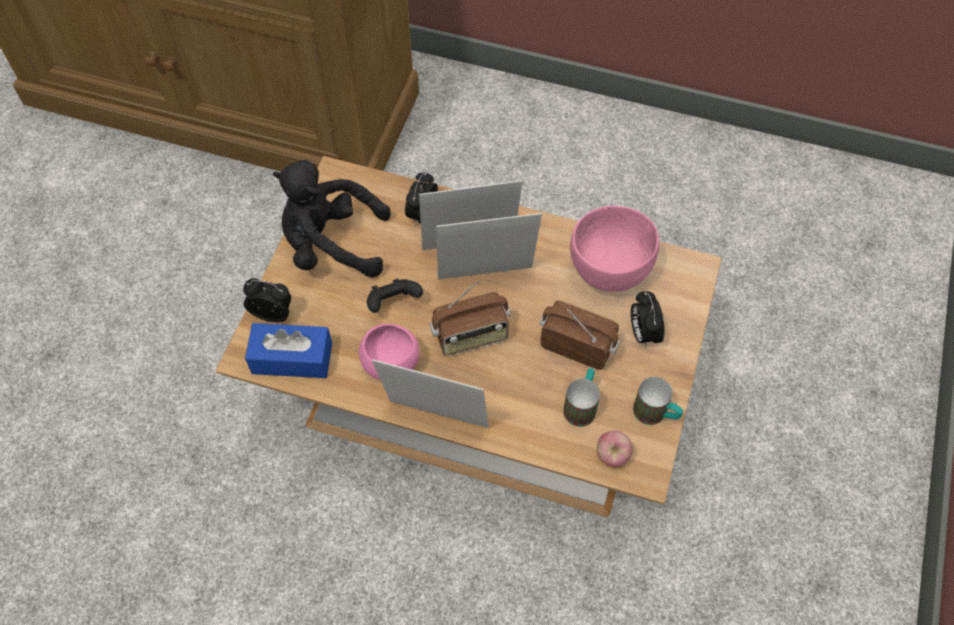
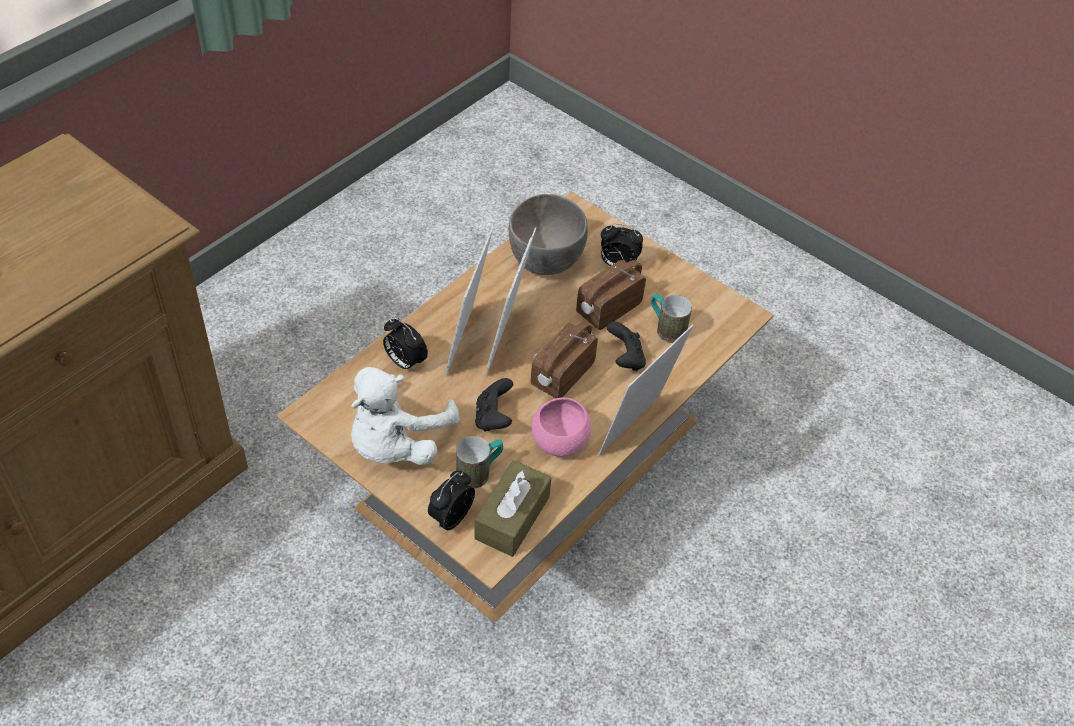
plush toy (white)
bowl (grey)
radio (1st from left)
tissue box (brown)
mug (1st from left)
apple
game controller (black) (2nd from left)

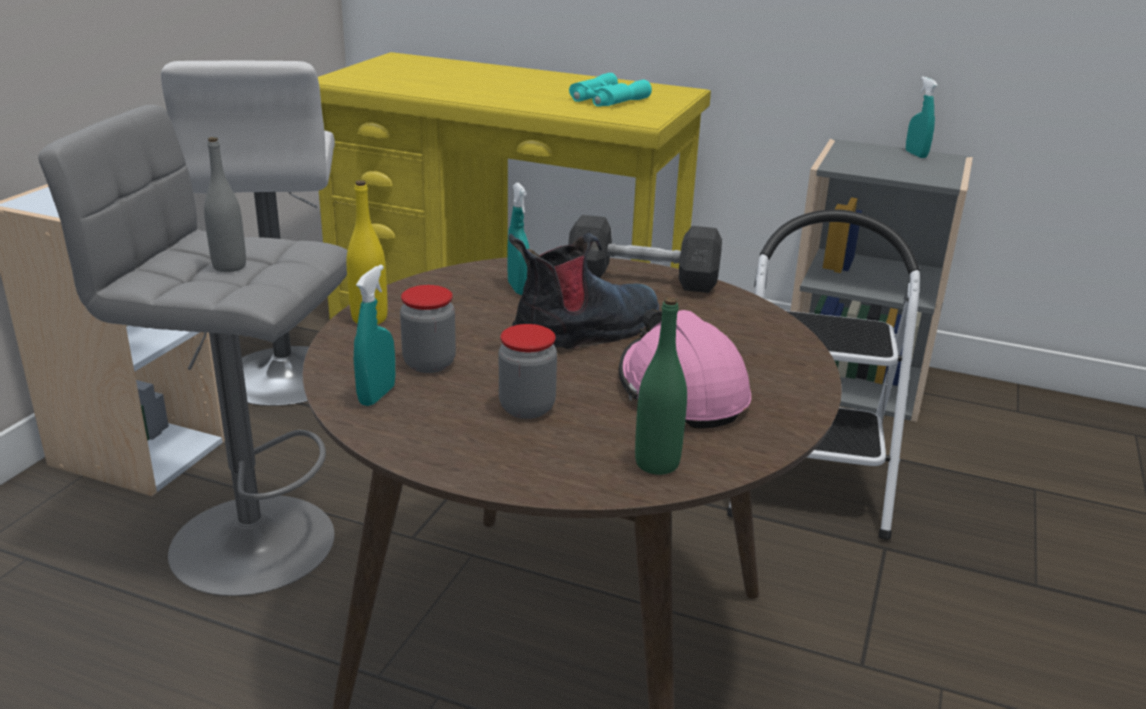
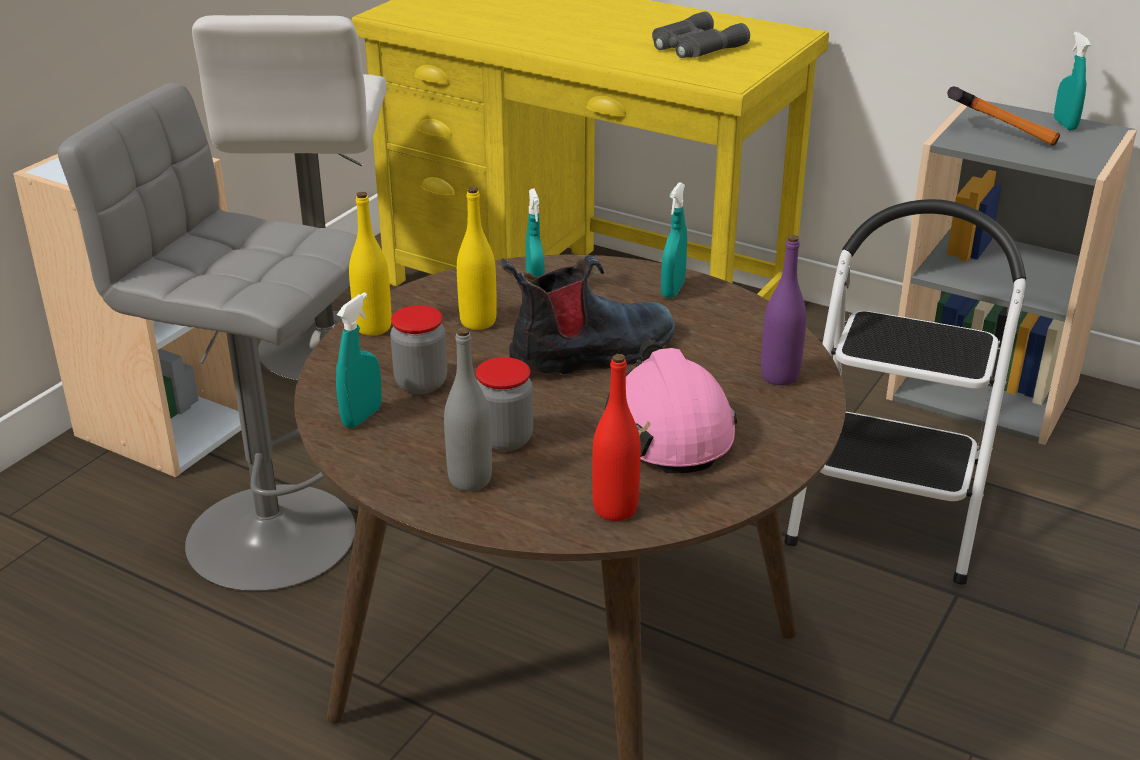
binoculars (grey)
bottle (grey)
spray bottle (turquoise) (3rd from left)
bottle (red)
hammer
bottle (yellow) (2nd from left)
bottle (purple)

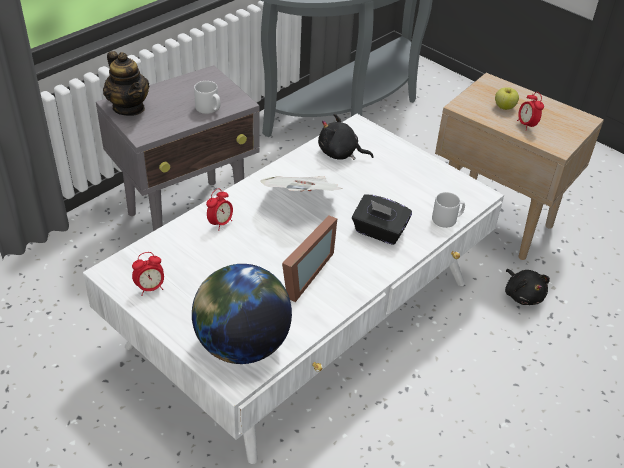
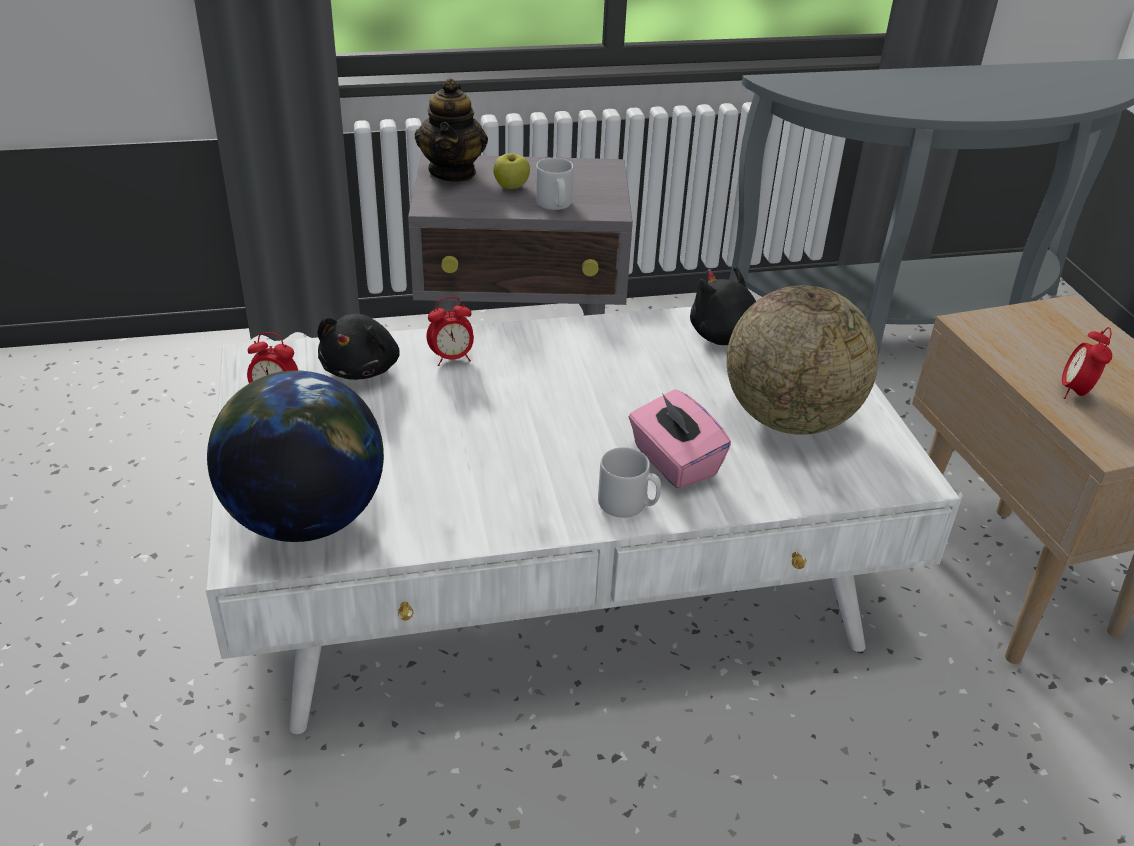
apple
newspaper
mug (grey) (2nd from left)
tissue box (pink)
picture frame
plush toy (black) (1st from left)
globe (2nd from left)

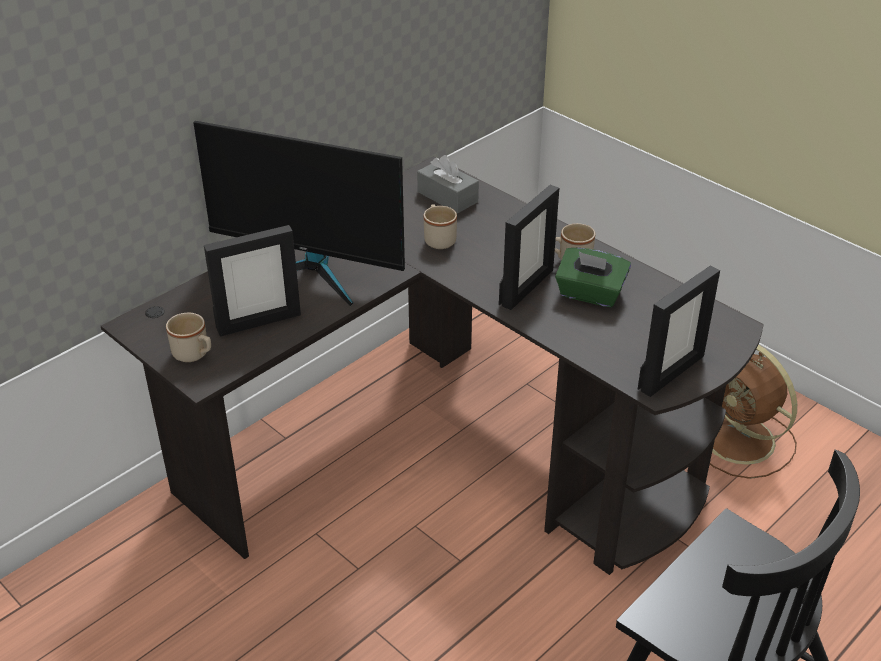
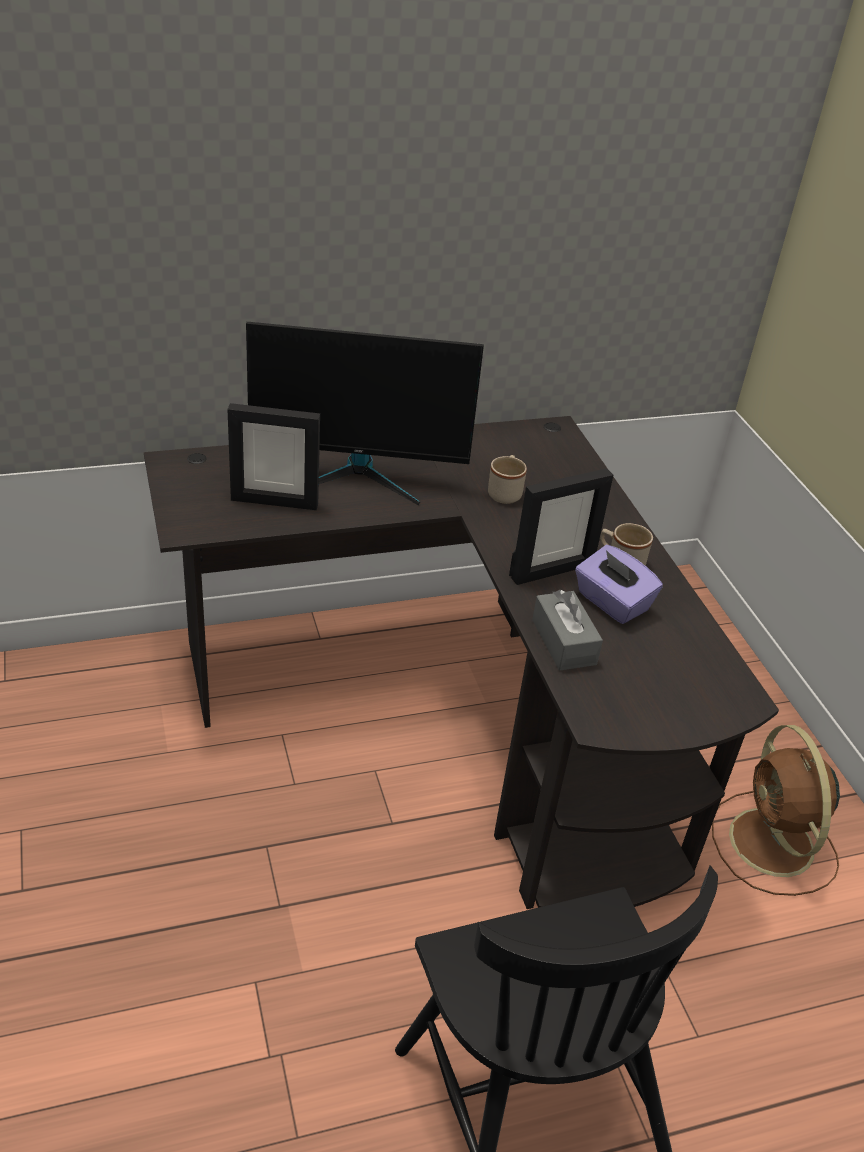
monitor
tissue box (grey)
tissue box (purple)
picture frame (3rd from left in the first image)
mug (beige) (1st from left in the first image)

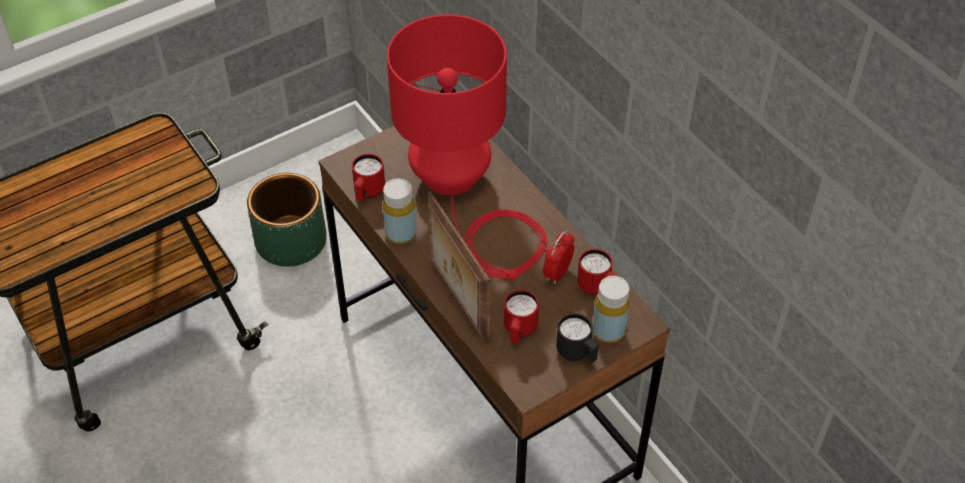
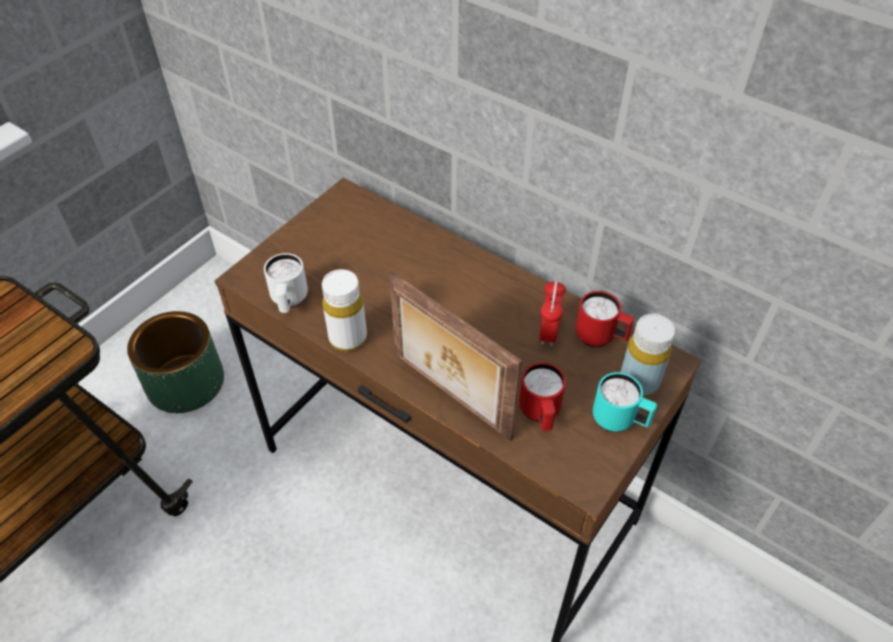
table lamp (red)
mug (white)
bottle (white)
mug (turquoise)

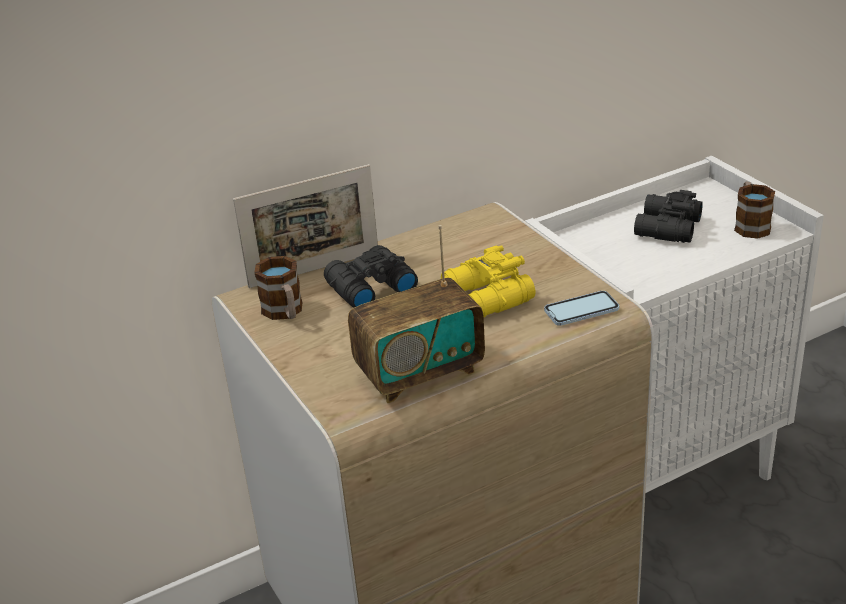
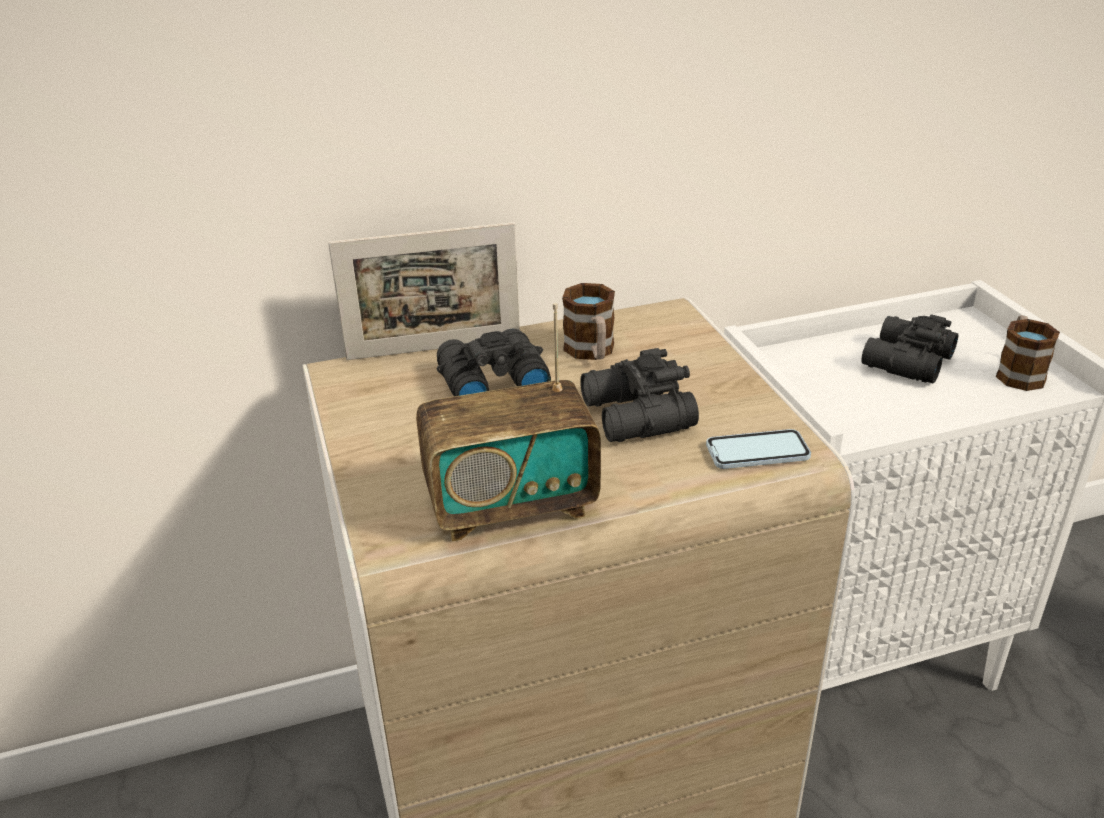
binoculars (black) (2nd from left)
mug (1st from left)

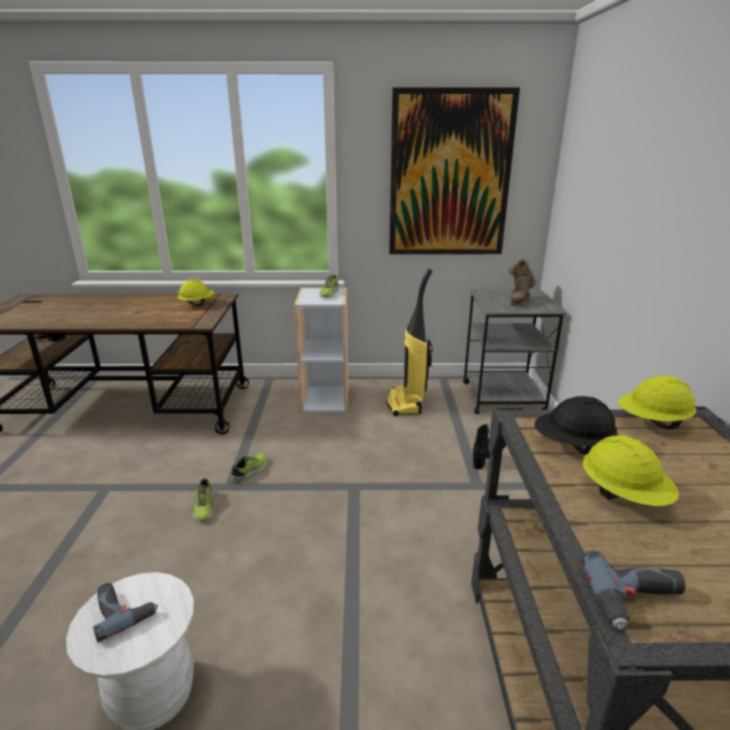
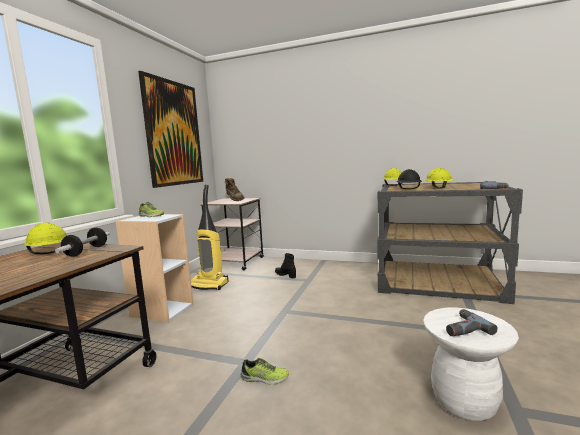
cart (brown)
shoe (2nd from left in the first image)
dumbbell

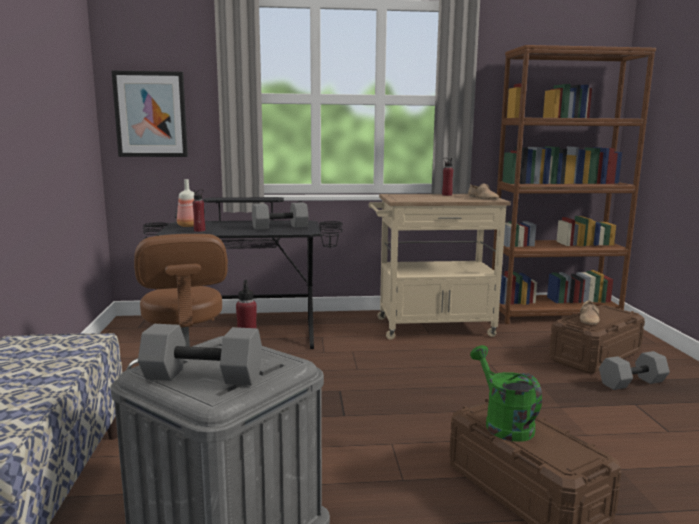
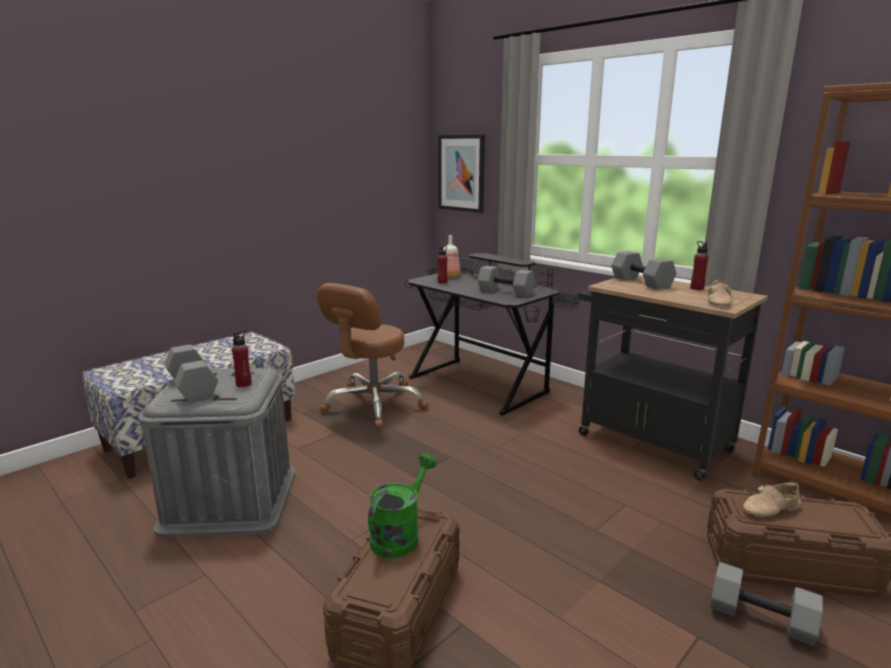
cart (black)
dumbbell (grey) (3rd from left)

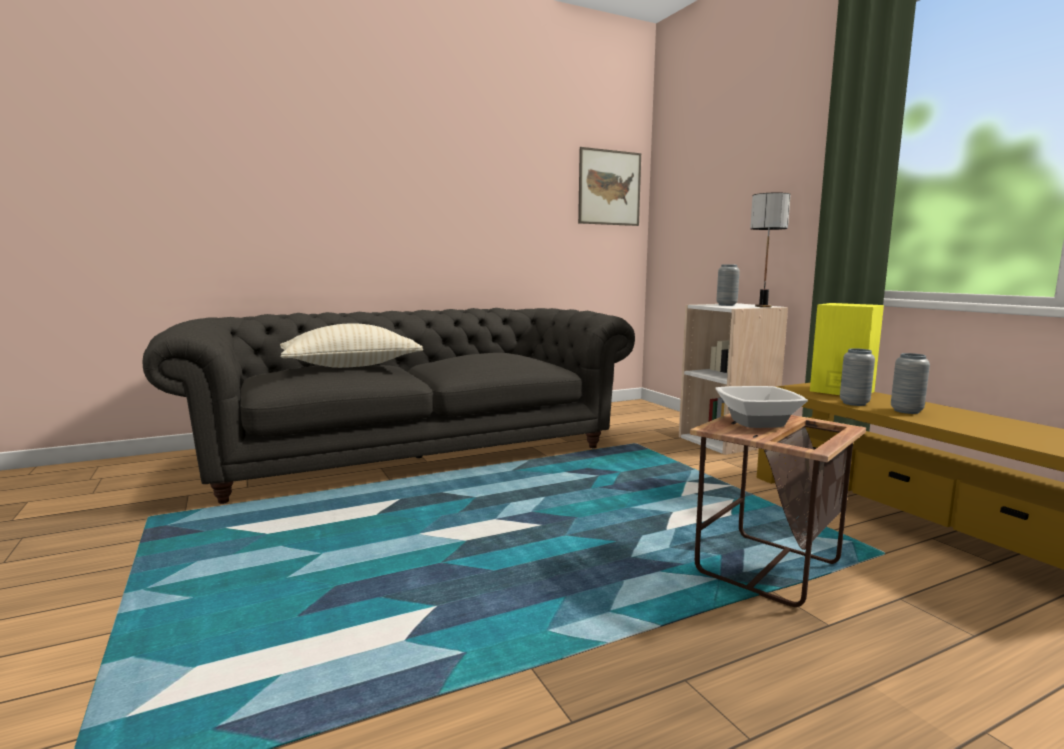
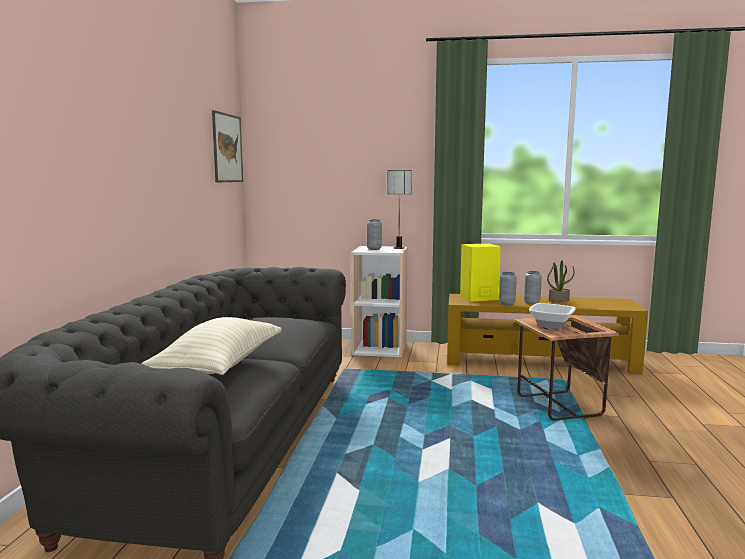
potted plant

